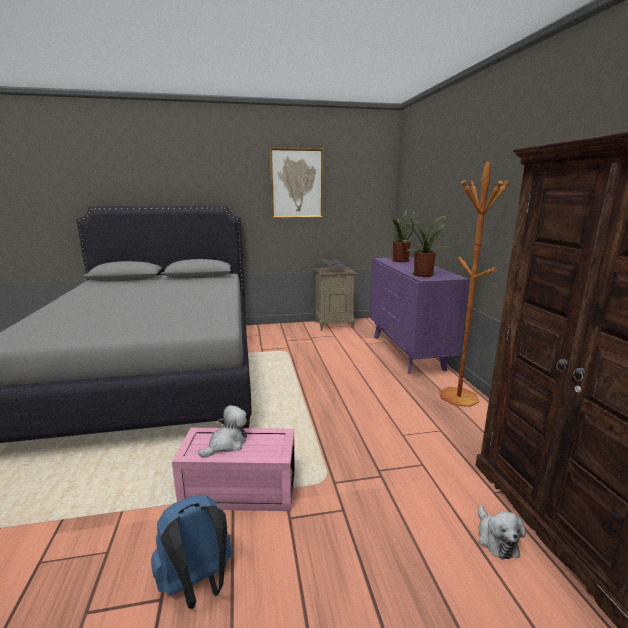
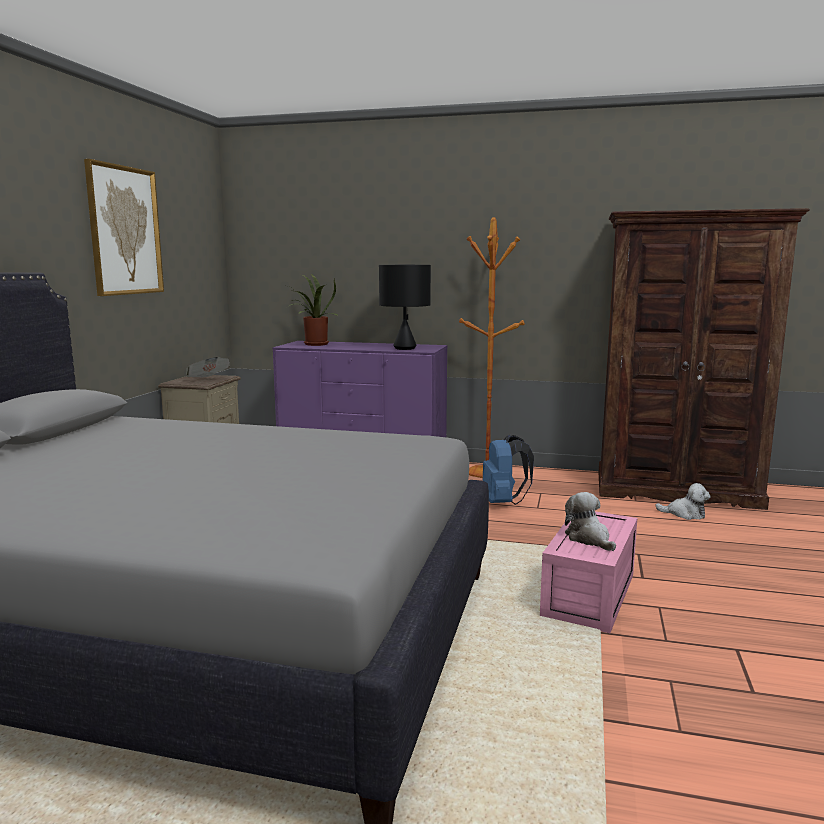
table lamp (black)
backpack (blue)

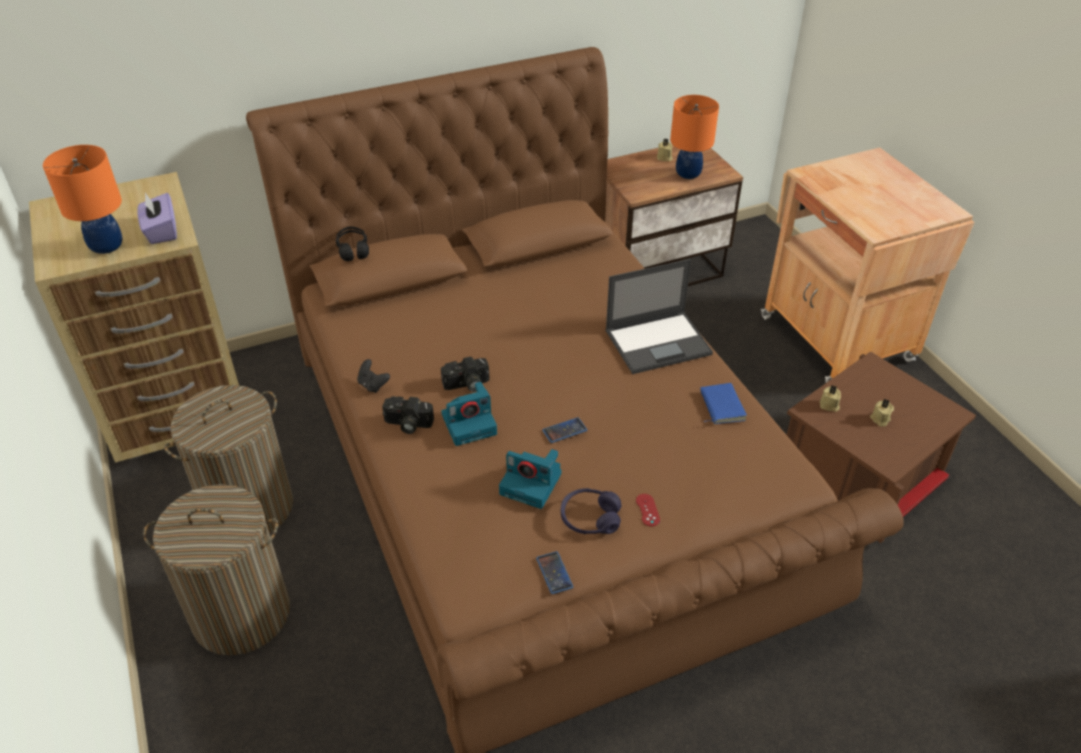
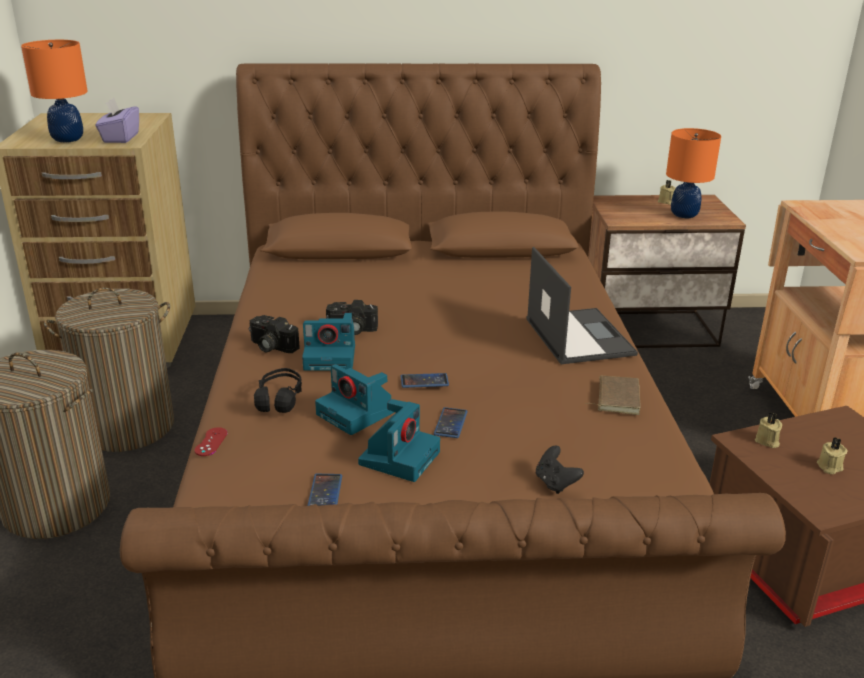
headphones (black)
laptop
game controller (black)
book (brown)
photo camera (5th from left)
game controller (red)
phone (3rd from left)

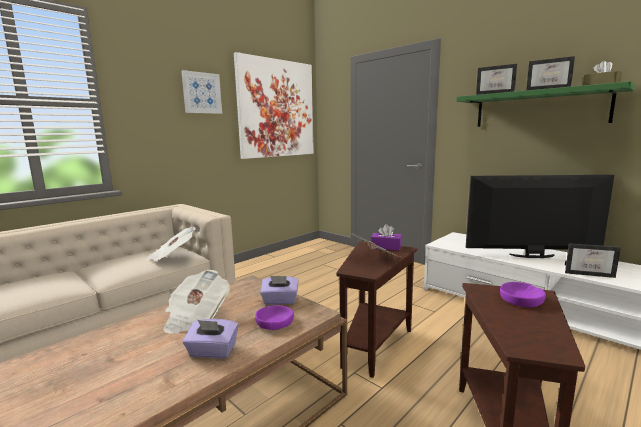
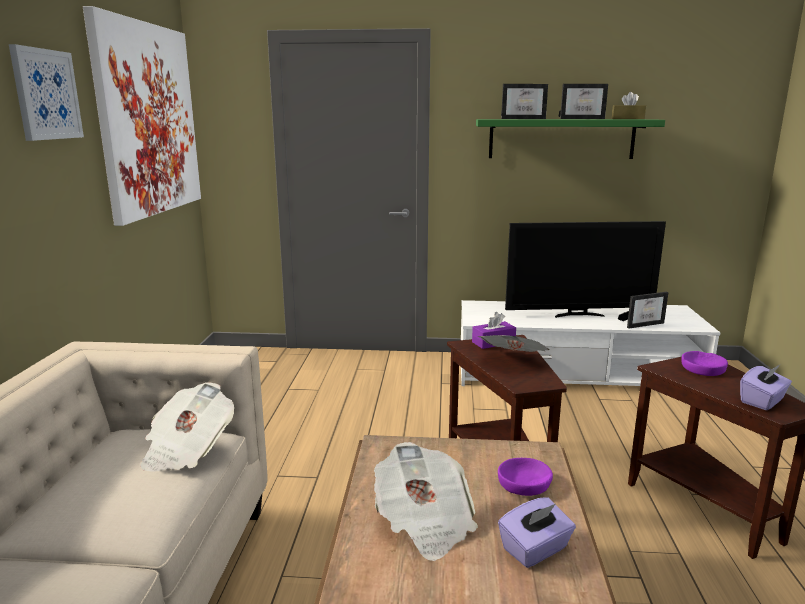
television
tissue box (purple) (3rd from left)

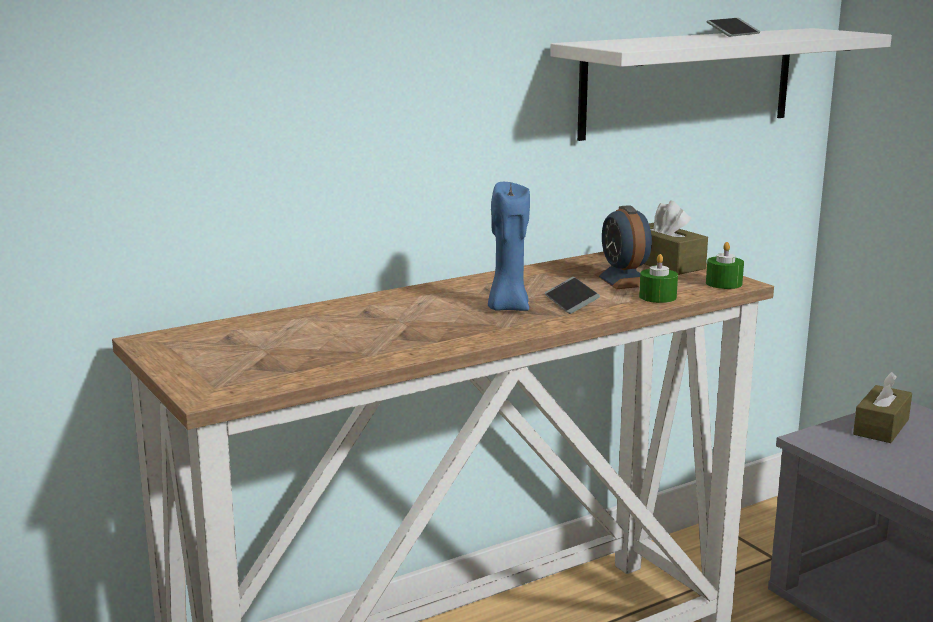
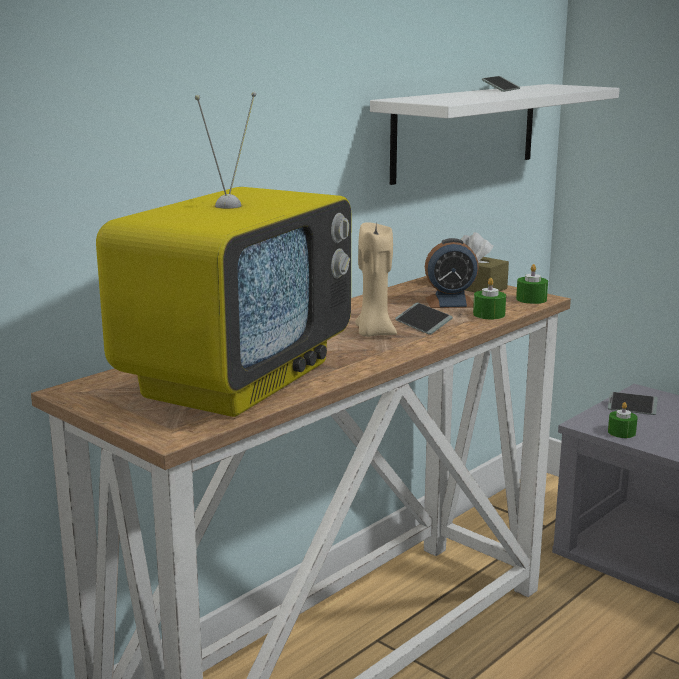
candle (beige)
alarm clock
phone (3rd from left)
television
candle (green) (3rd from left)

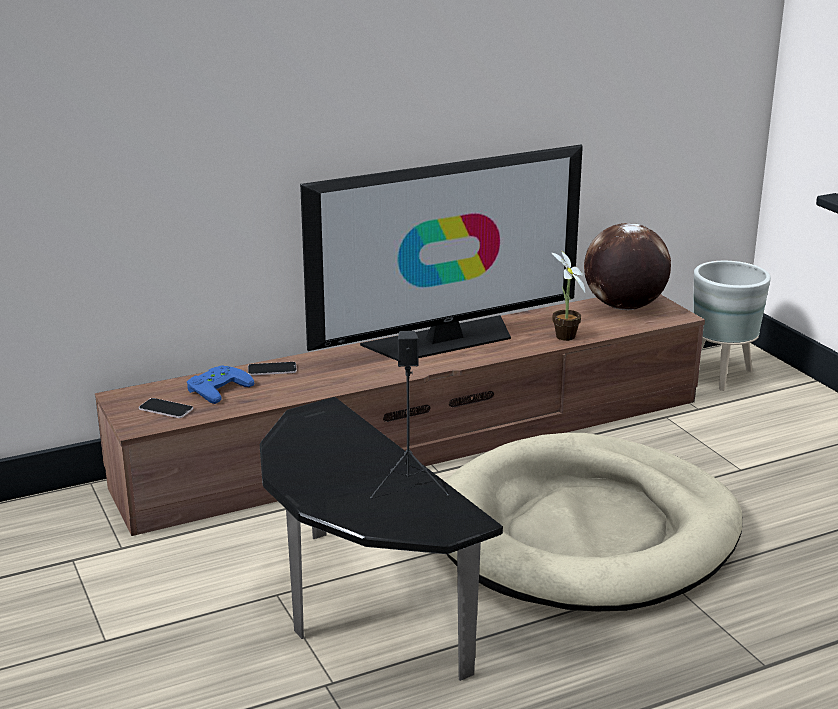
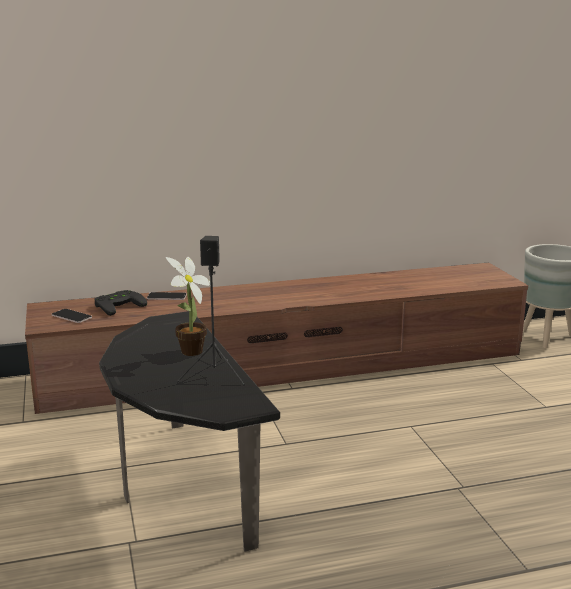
television
globe
potted plant
game controller (black)
dog bed (beige)

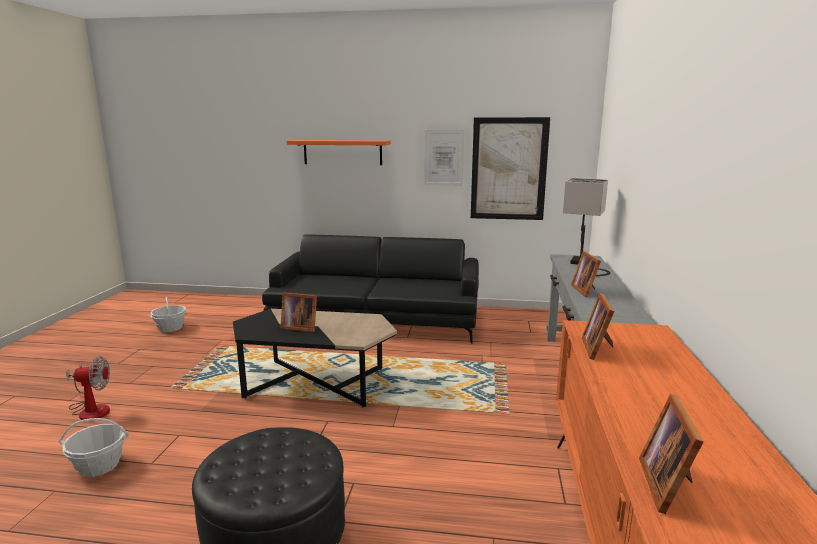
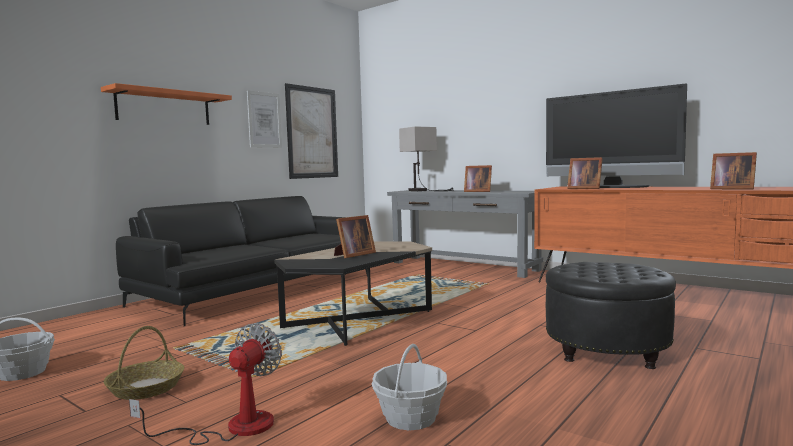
television
basket (2nd from left)

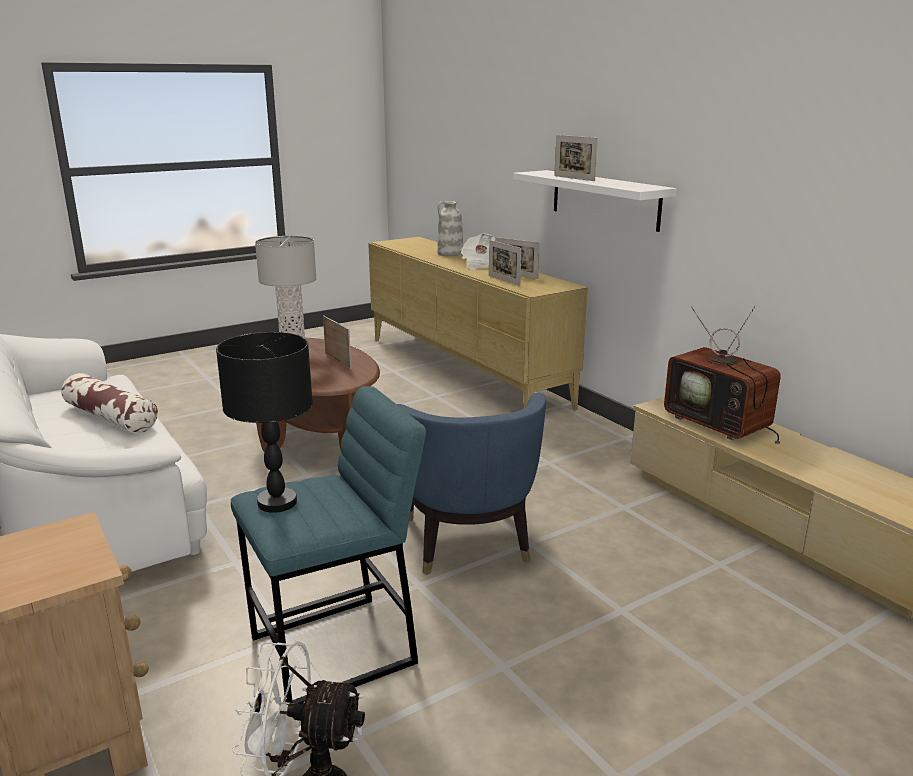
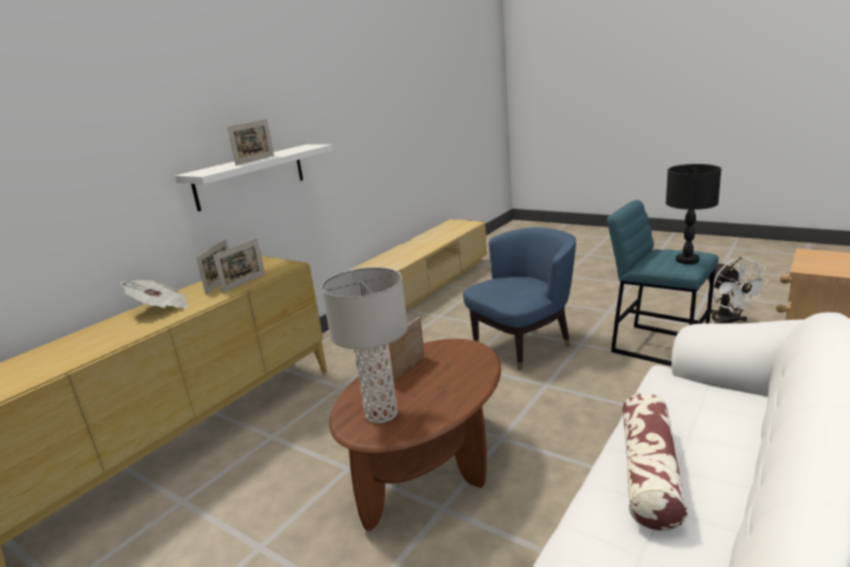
vase (white)
television

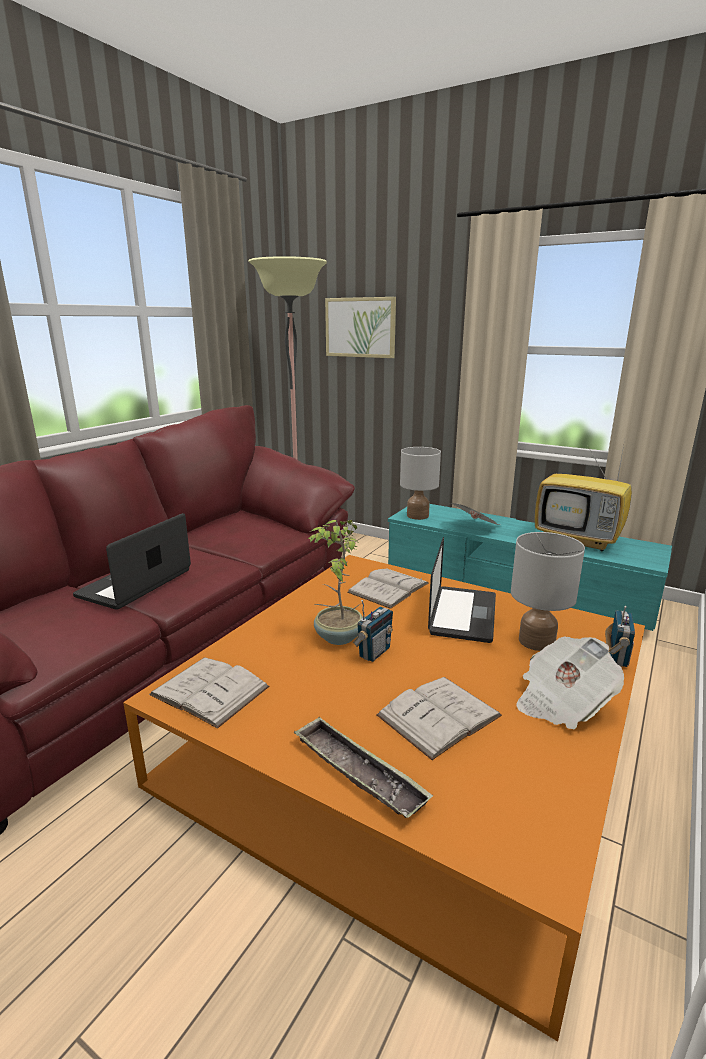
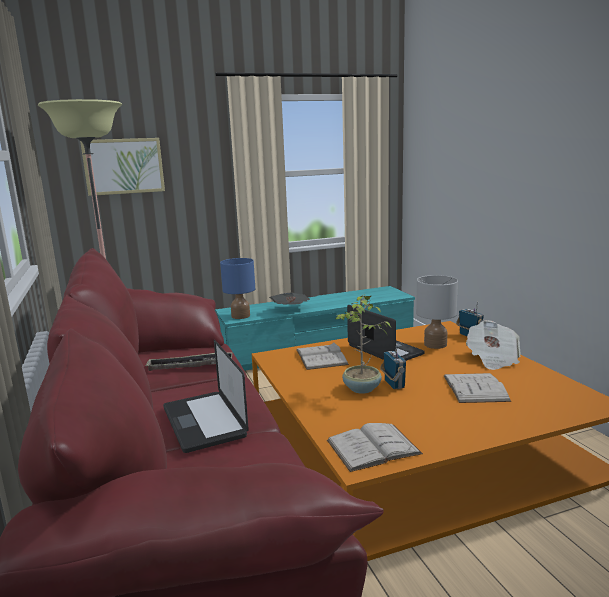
television
table lamp (blue)
tray

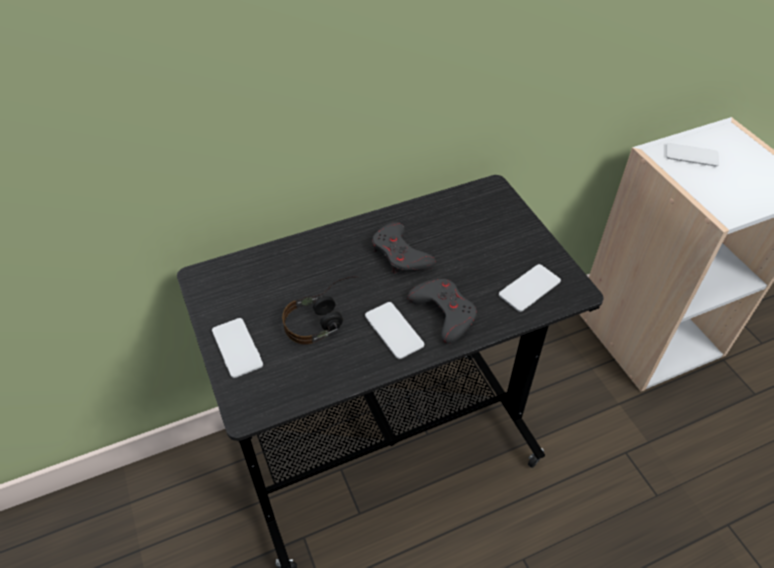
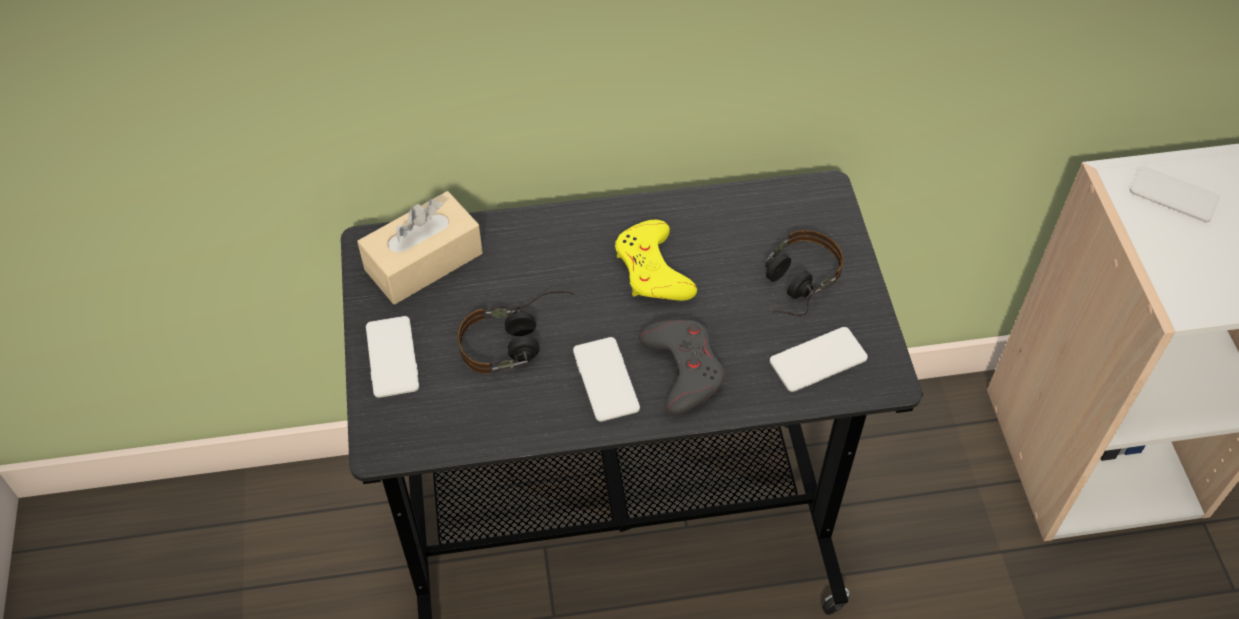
game controller (yellow)
tissue box (beige)
headphones (2nd from left)

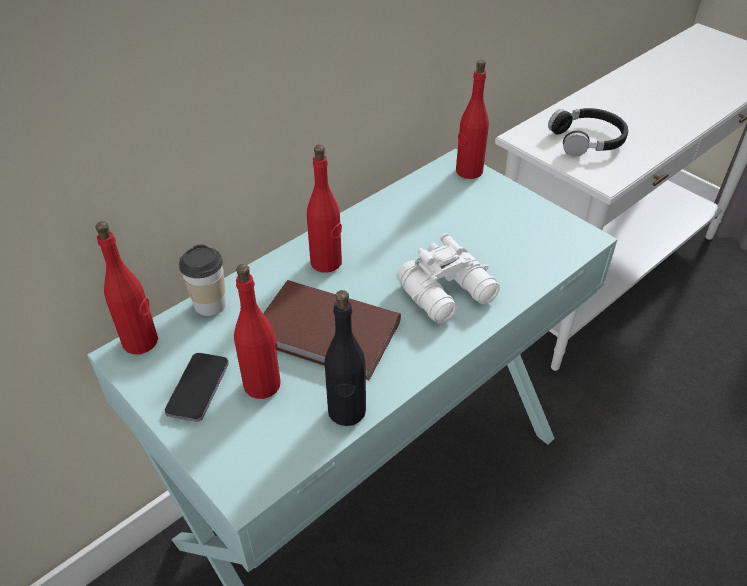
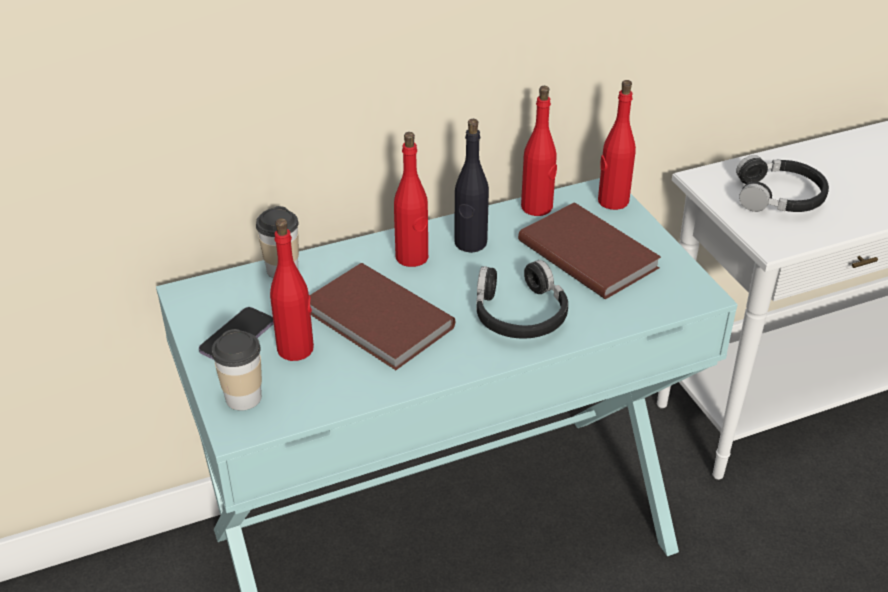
bottle (red) (3rd from left)
headphones (black) (1st from left)
bottle (black)
book (brown) (2nd from left)
cup (1st from left)

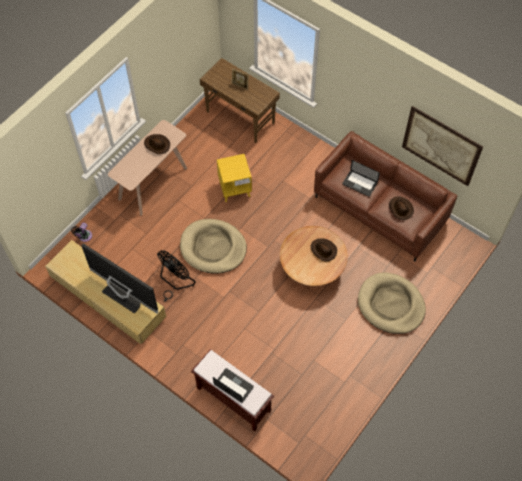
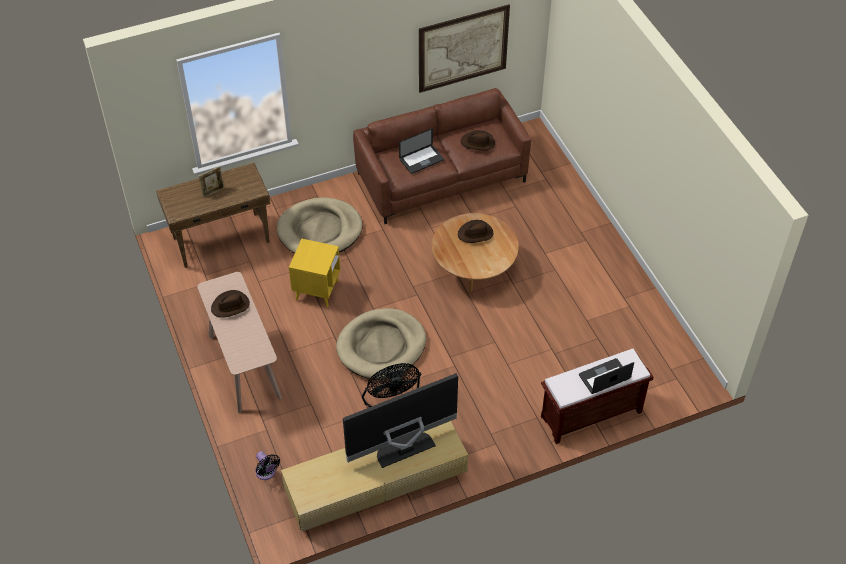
dog bed (beige) (1st from left)

